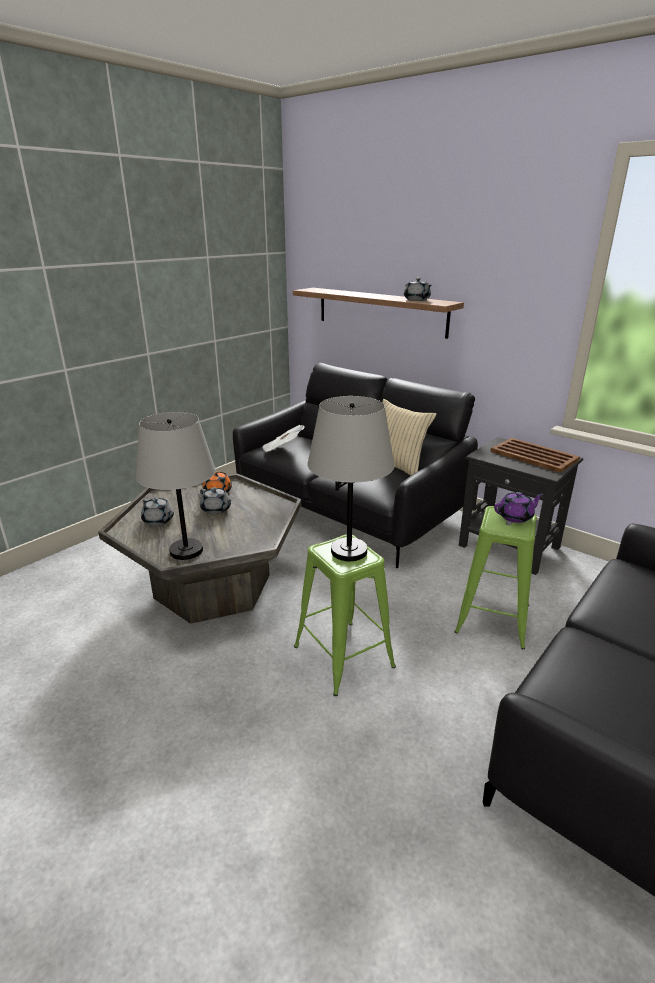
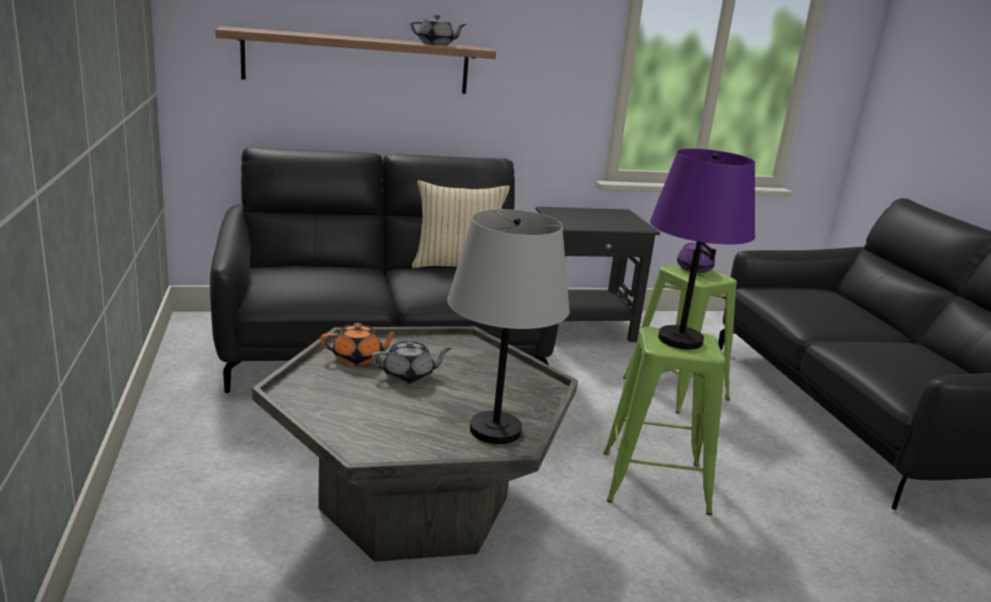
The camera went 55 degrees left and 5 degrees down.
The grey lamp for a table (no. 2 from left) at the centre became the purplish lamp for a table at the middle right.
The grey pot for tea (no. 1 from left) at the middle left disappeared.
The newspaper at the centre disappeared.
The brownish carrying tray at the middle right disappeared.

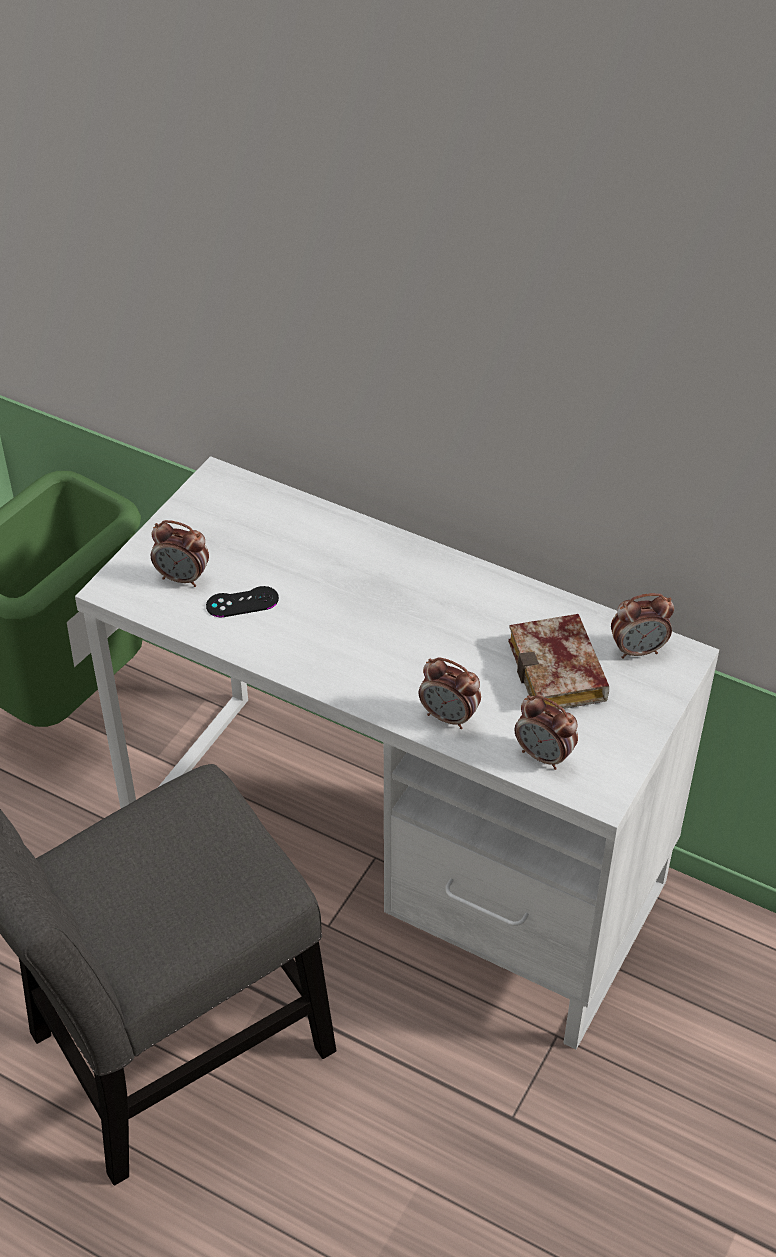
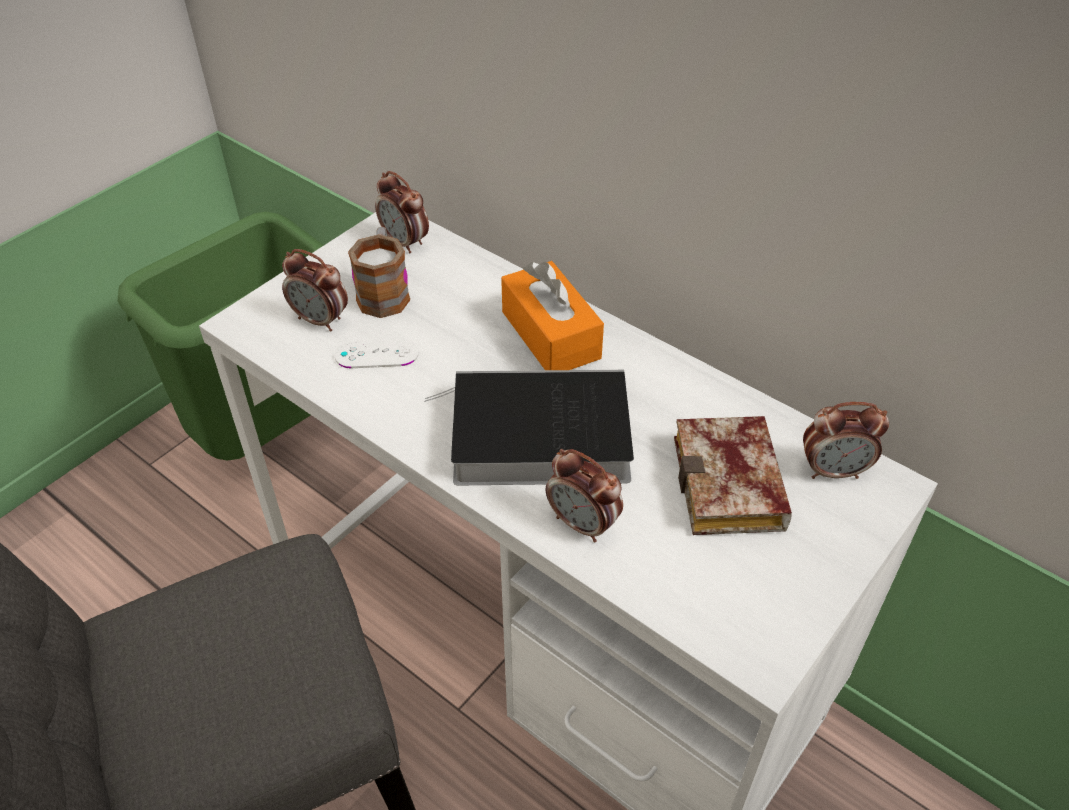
The camera went 10 degrees right and 0 degrees up.
The black joypad at the middle left became the white-coloured joypad at the centre.
The tea mug at the centre appeared.
The table clock (no. 3 from left in the first image) moved from the middle right to the top centre.
The bound book (no. 1 from left) at the centre appeared.
The orangey box of tissues at the centre appeared.

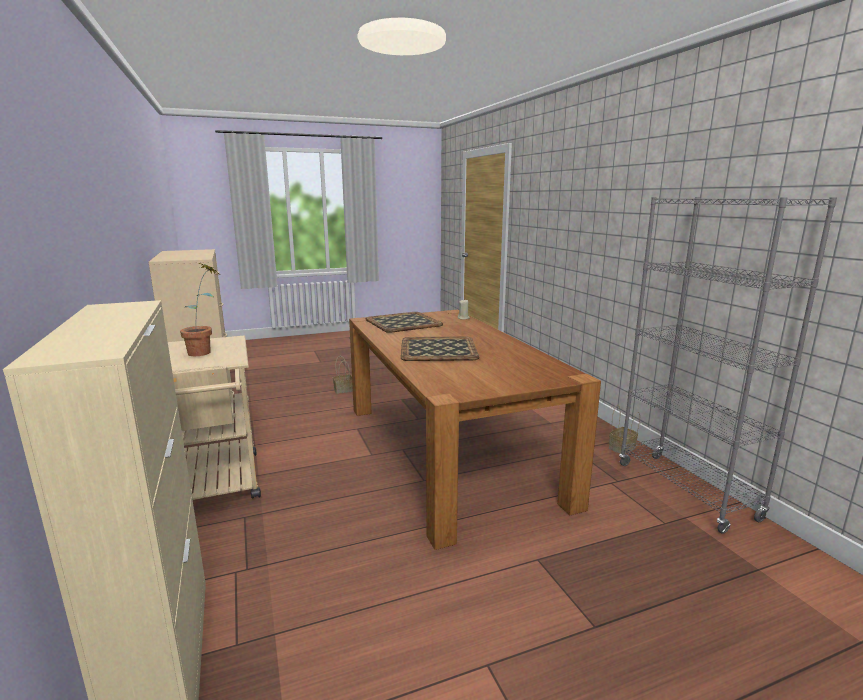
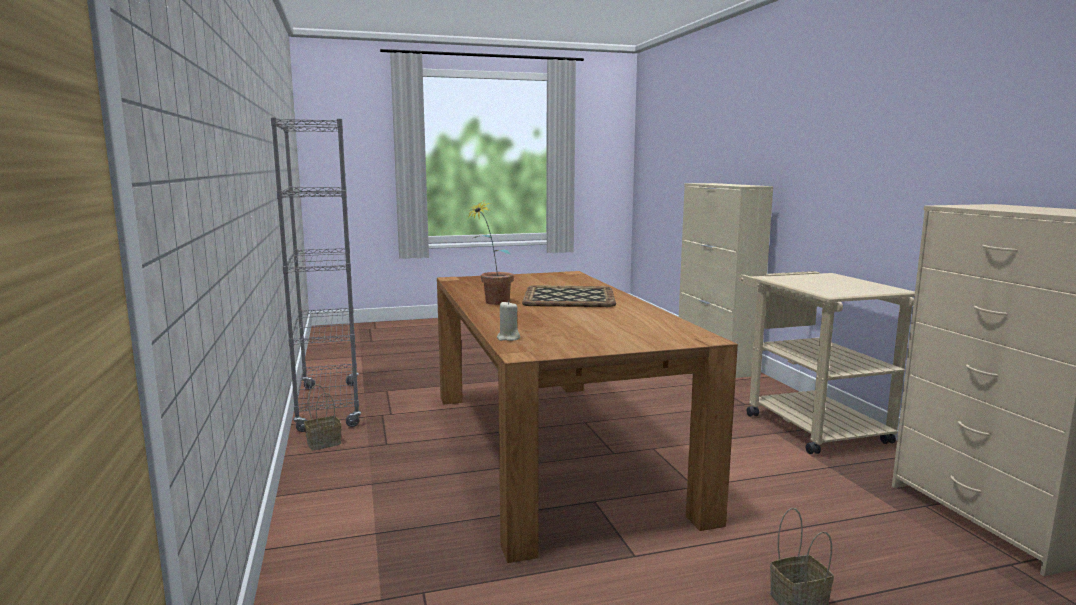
The camera went 175 degrees left and 5 degrees down.
The plant in a pot moved from the middle left to the centre.
The carrying tray (no. 1 from left) at the centre disappeared.

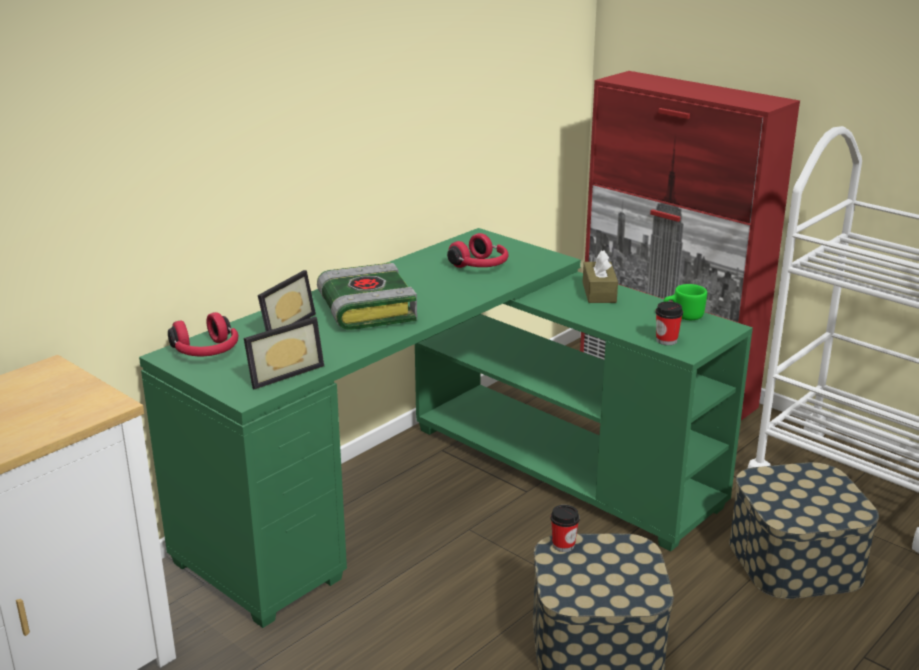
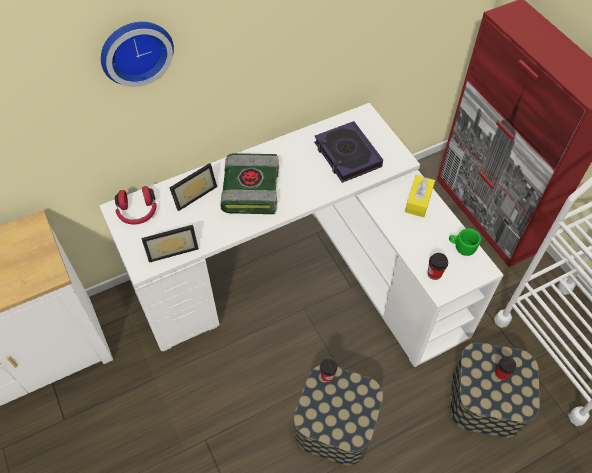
The camera went 20 degrees right and 30 degrees up.
The green-coloured desk unit at the centre became the white-coloured desk unit at the centre.
The hanging clock at the top left appeared.
The red headset (no. 2 from left) at the centre was replaced by the bound book (no. 2 from left) at the top centre.
The brownish box of tissues at the centre became the yellow box of tissues at the middle right.
The cup (no. 3 from left) at the bottom right appeared.

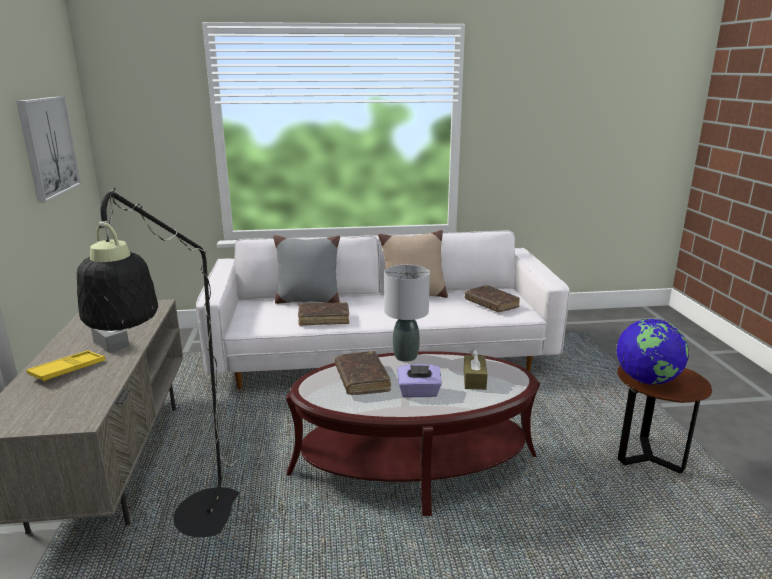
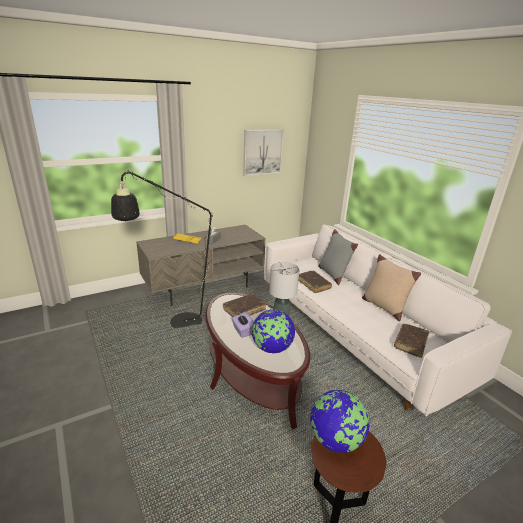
The camera went 65 degrees right and 5 degrees up.
The brownish box of tissues at the centre was replaced by the globe (no. 1 from left) at the centre.

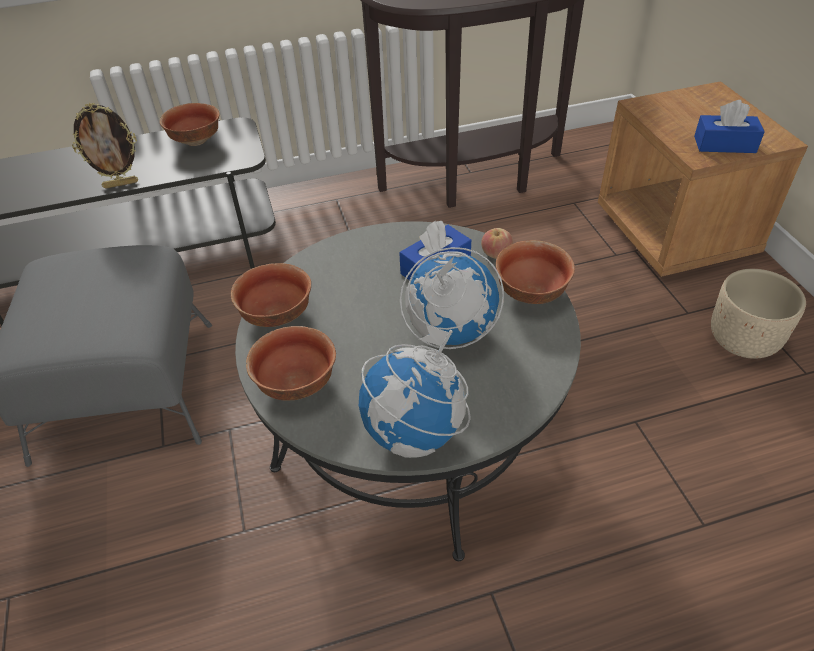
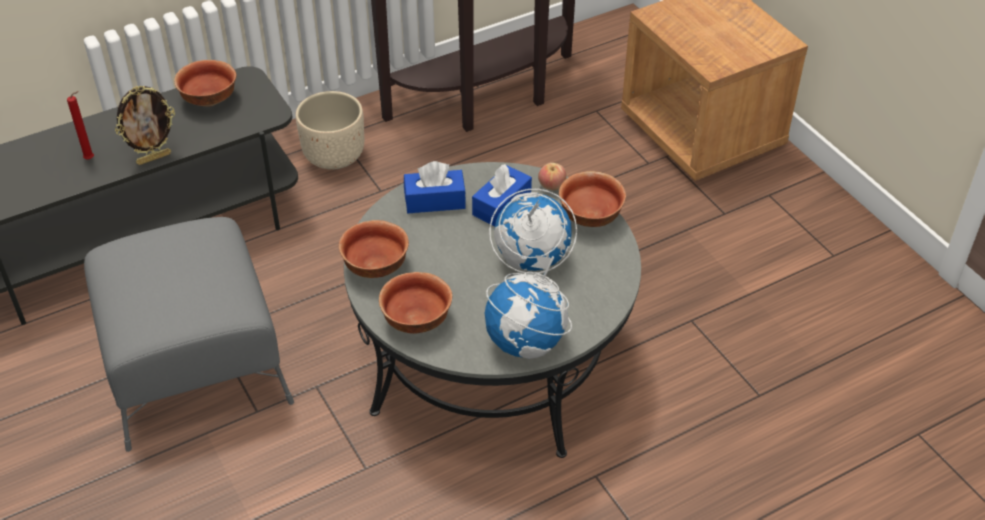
The camera went 15 degrees left and 0 degrees up.
The red wax candle at the top left appeared.
The beige-coloured flower pot moved from the middle right to the top centre.
The blue box of tissues (no. 2 from left in the first image) moved from the top right to the centre.

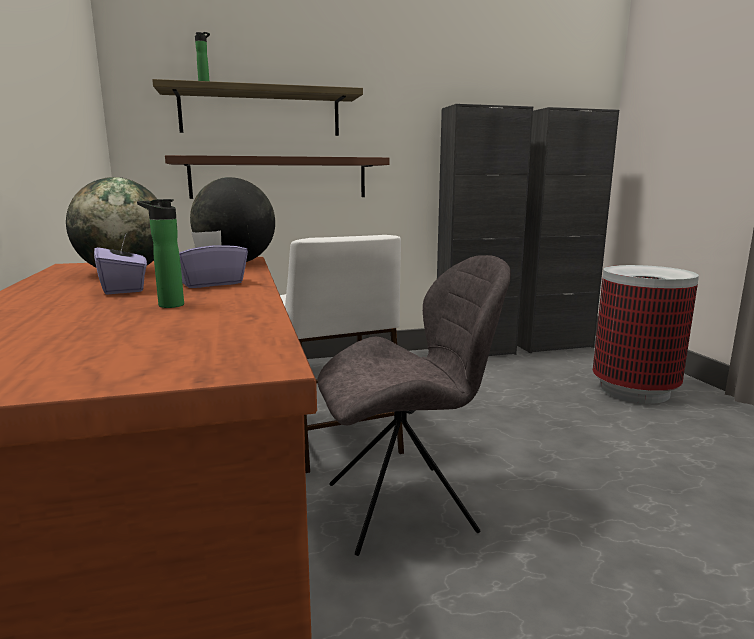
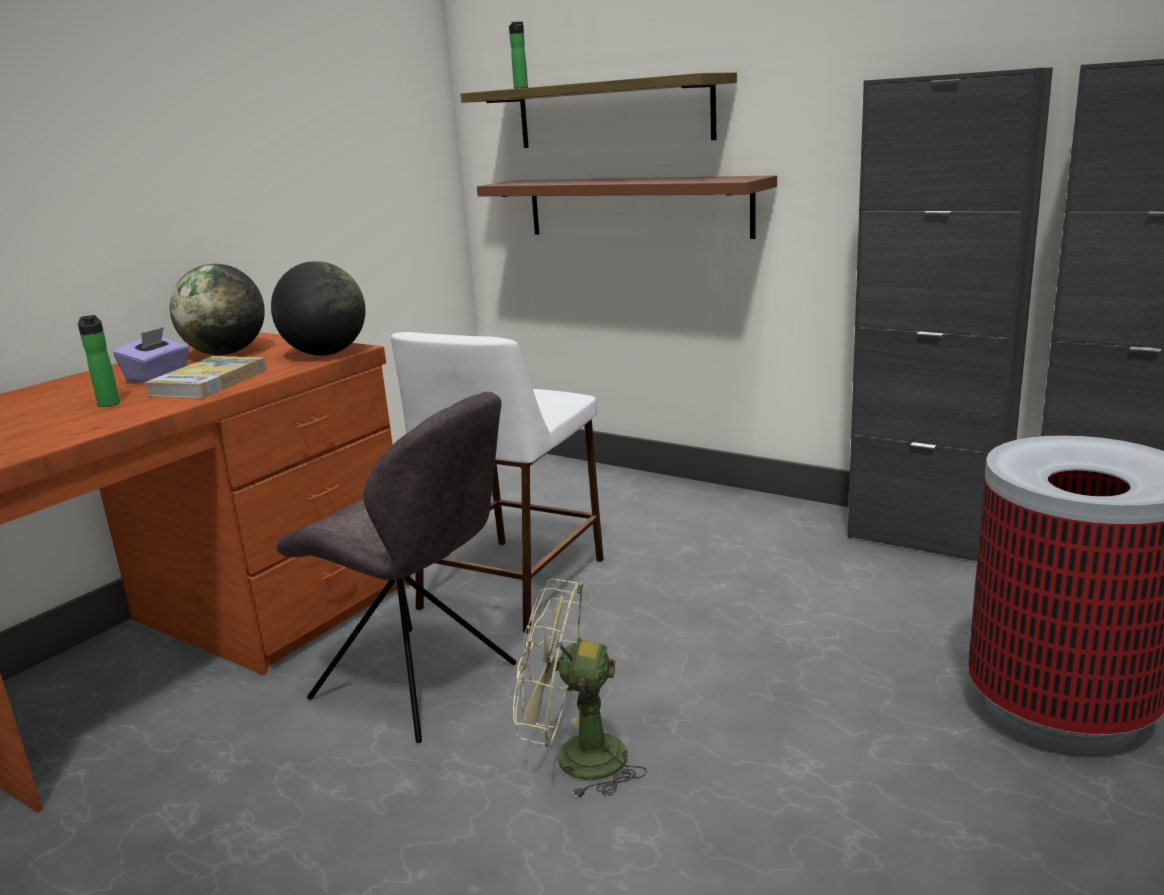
The camera went 50 degrees right and 5 degrees up.
The purplish box of tissues (no. 2 from left) at the middle left was replaced by the bound book at the middle left.
The green-coloured electric fan at the bottom centre appeared.

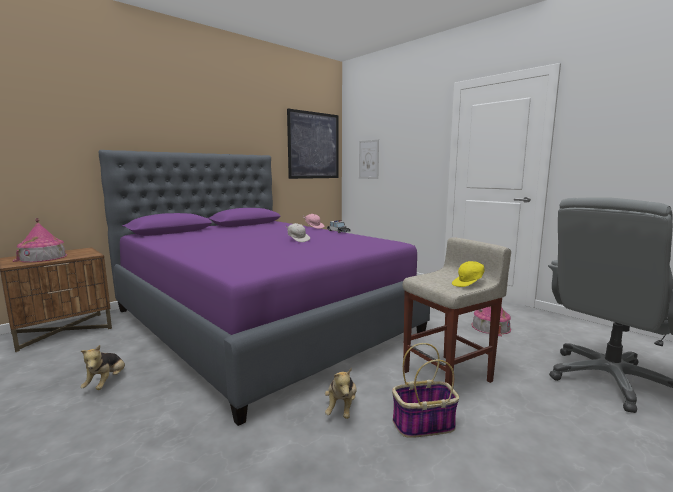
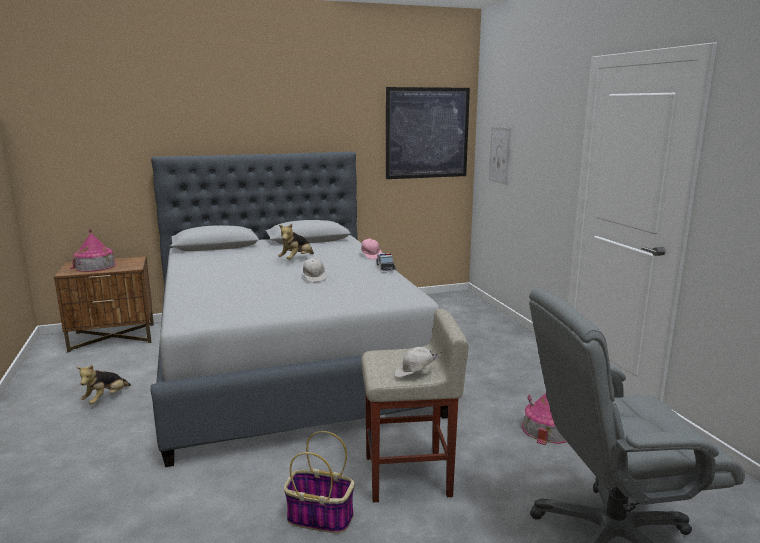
The camera went 25 degrees right and 5 degrees up.
The purplish bed at the centre became the grey bed at the centre.
The cuddly toy (no. 2 from left) moved from the bottom centre to the centre.
The yellow cap at the middle right became the white-coloured cap (no. 2 from left) at the bottom centre.

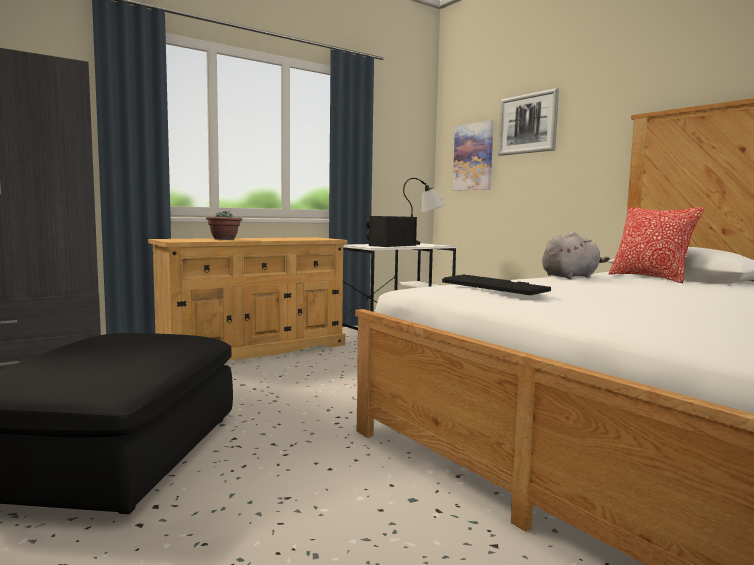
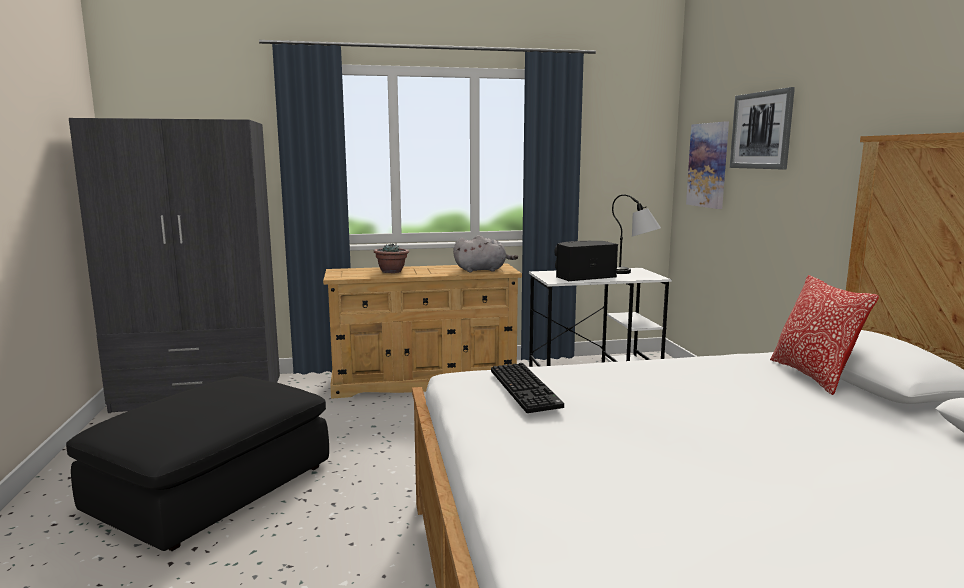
The camera went 25 degrees right and 5 degrees up.
The grey cuddly toy moved from the middle right to the centre.

